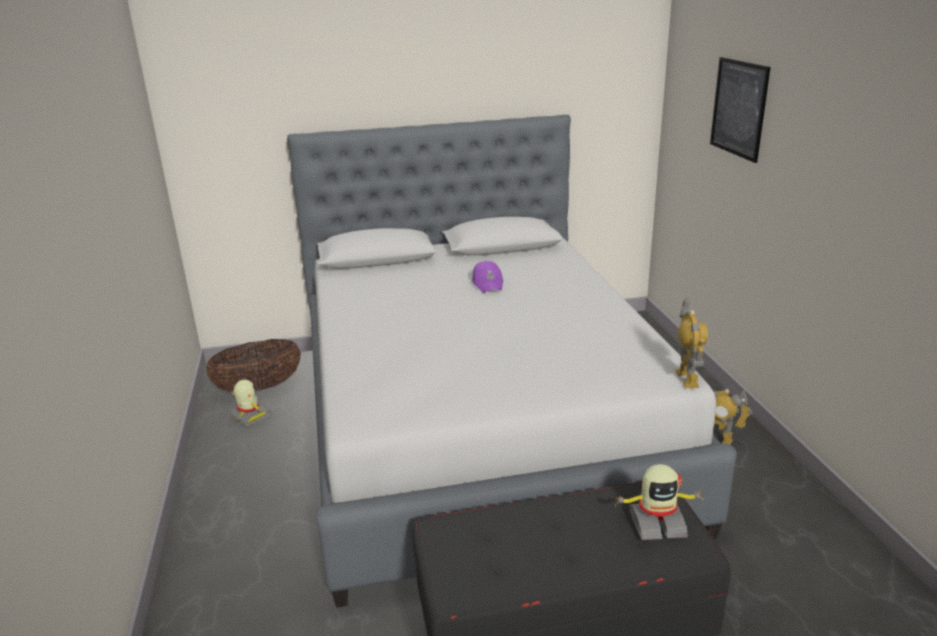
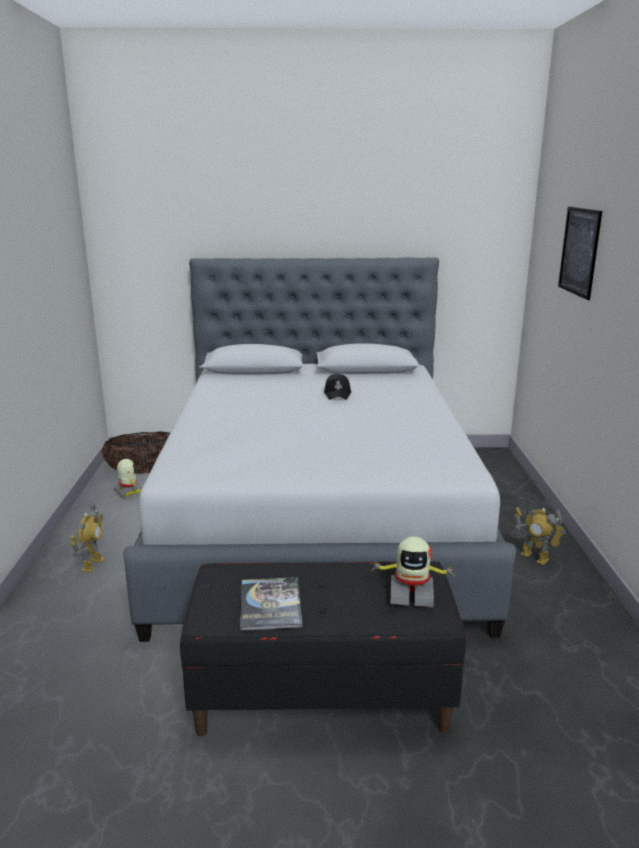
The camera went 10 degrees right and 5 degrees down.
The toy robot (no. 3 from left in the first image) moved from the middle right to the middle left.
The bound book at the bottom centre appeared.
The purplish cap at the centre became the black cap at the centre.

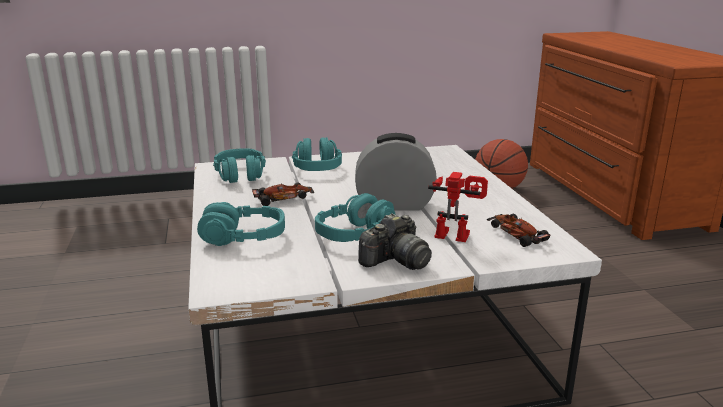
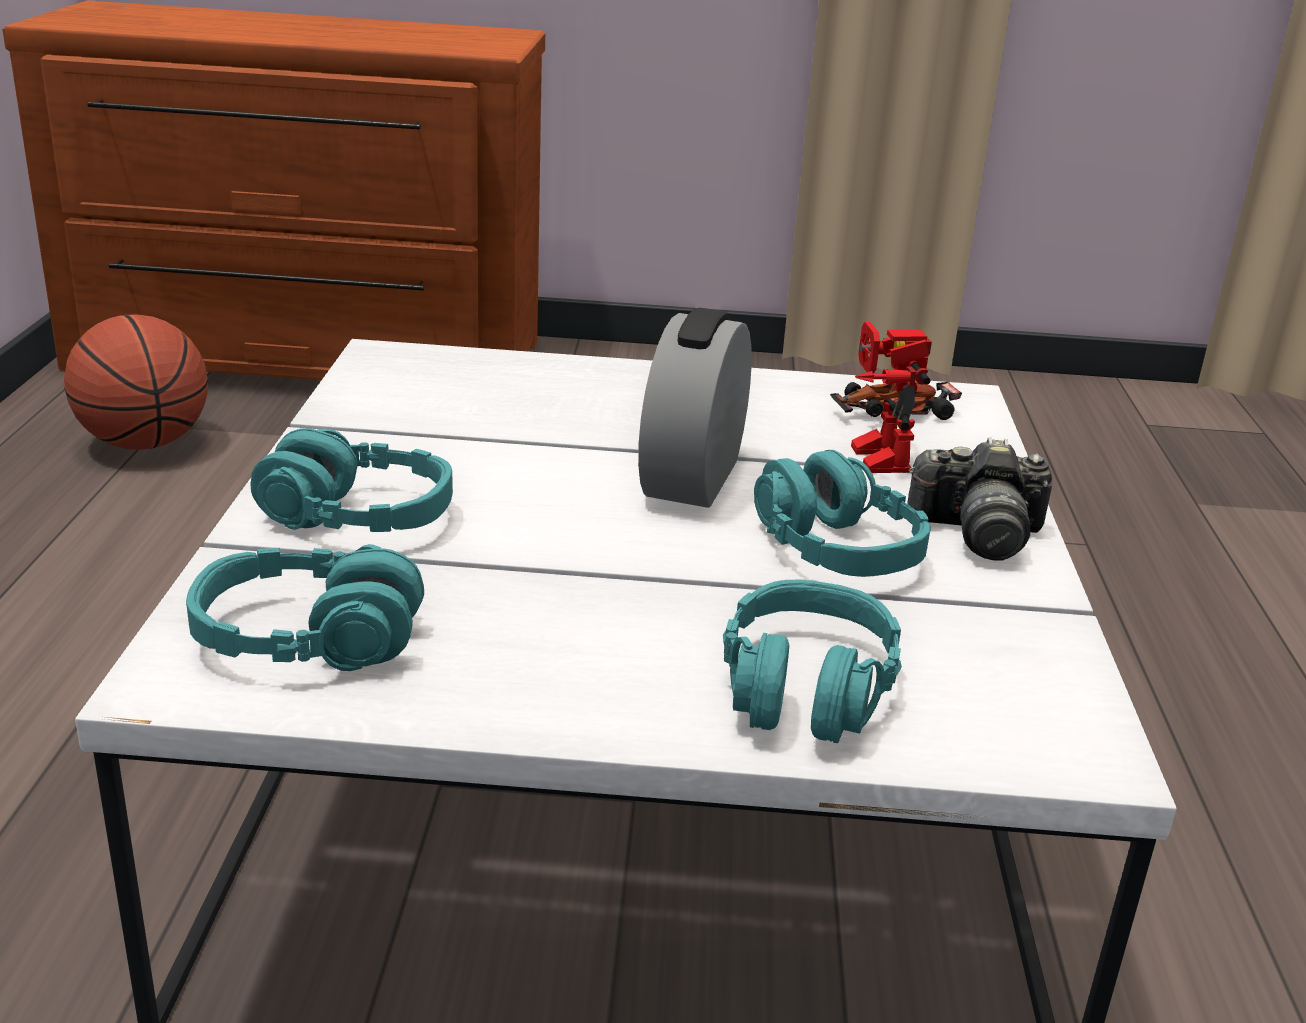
The camera went 75 degrees left and 5 degrees up.
The toy robot at the centre turned 45 degrees counterclockwise.
The photo camera at the centre turned 120 degrees clockwise.
The miniature car (no. 1 from left) at the centre disappeared.

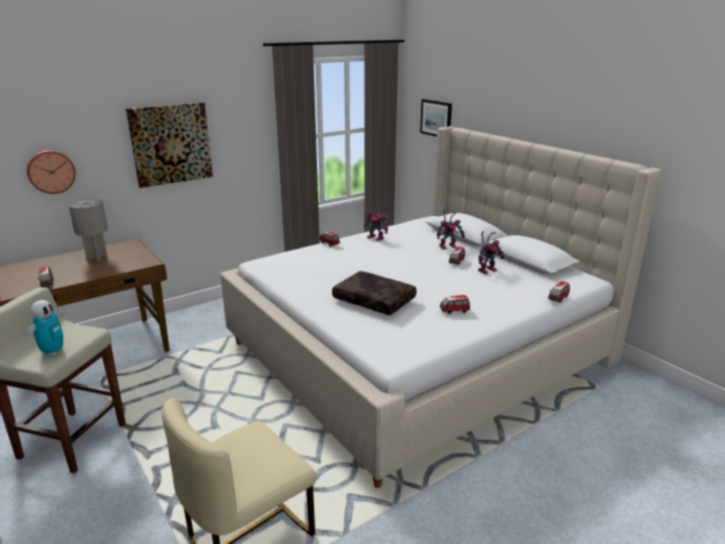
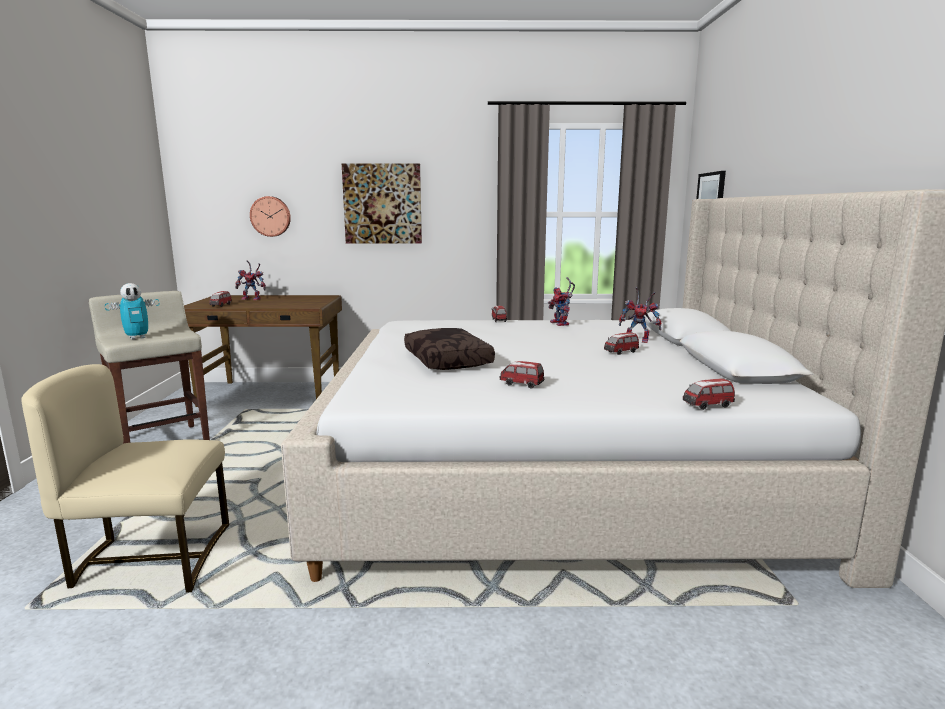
The camera went 35 degrees right and 10 degrees down.
The toy robot (no. 4 from left in the first image) moved from the middle right to the middle left.
The grey lamp for a table at the middle left disappeared.

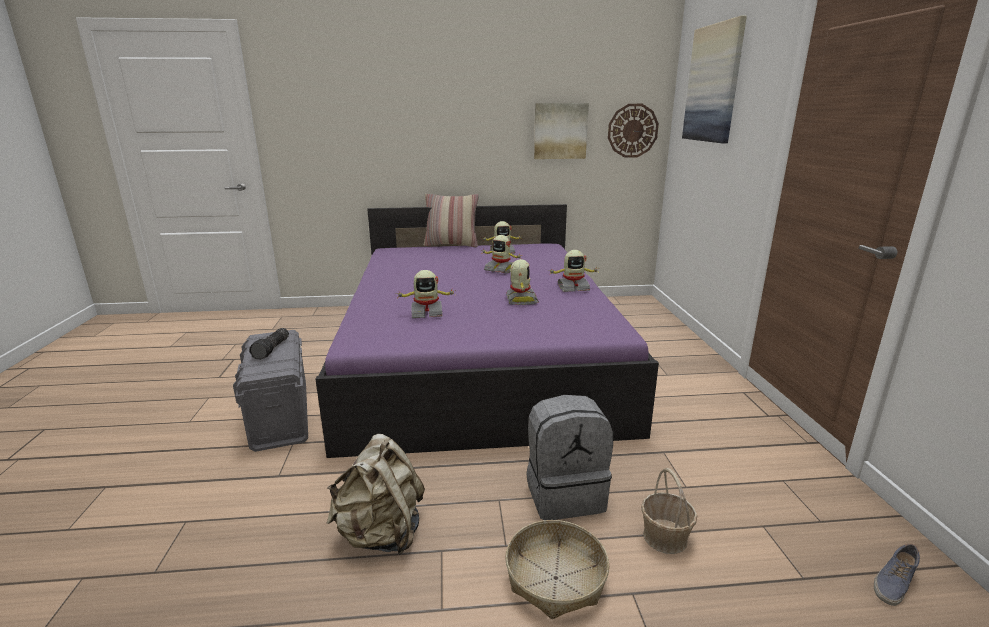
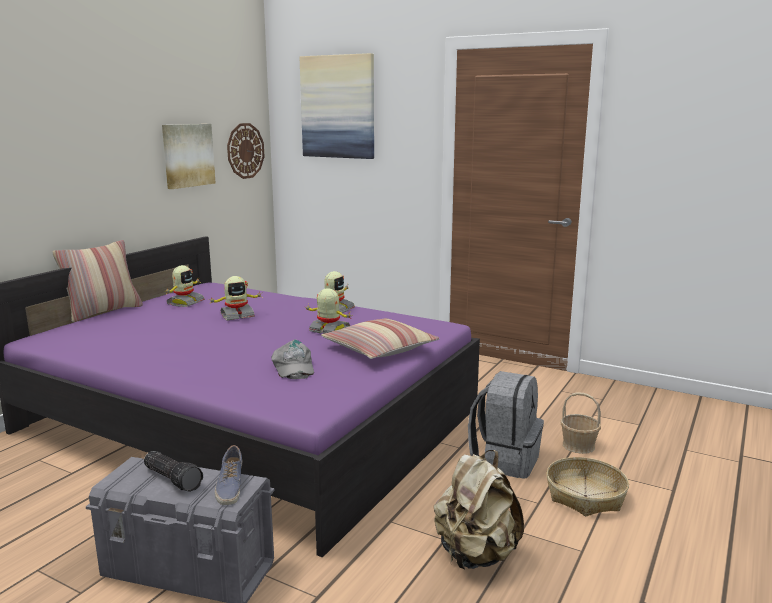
The camera went 55 degrees left and 5 degrees down.
The item of footwear moved from the bottom right to the bottom left.
The toy robot (no. 1 from left) at the centre was replaced by the grey cap at the centre.
The pillow (no. 2 from left) at the centre appeared.

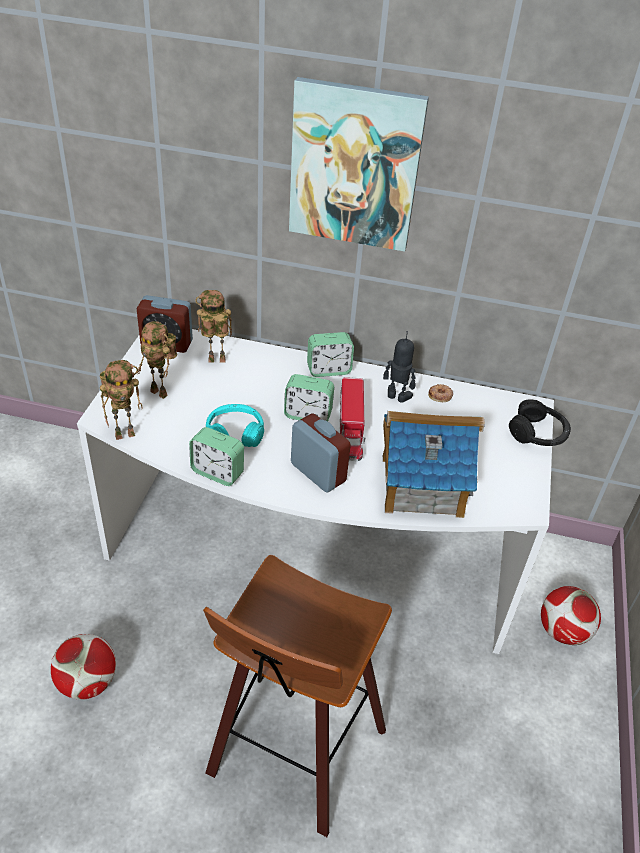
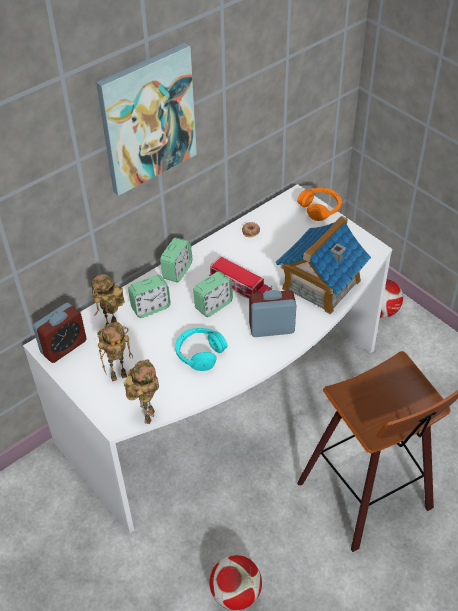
The camera went 50 degrees left and 5 degrees up.
The table clock (no. 2 from left) moved from the centre to the middle left.
The black headset at the middle right became the orangey headset at the middle right.
The toy robot (no. 4 from left) at the centre disappeared.

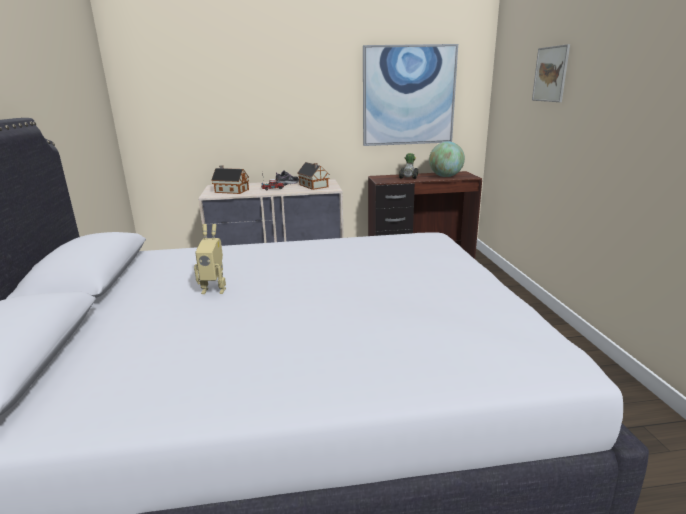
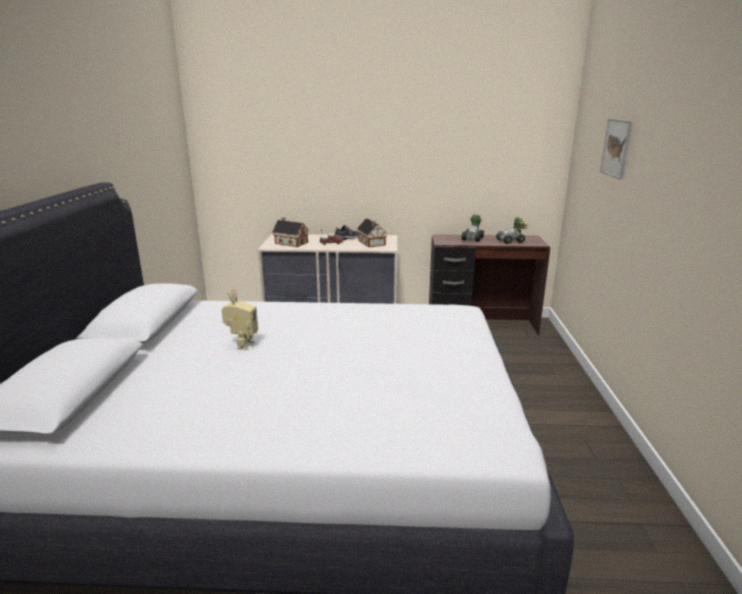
The camera went 10 degrees right and 0 degrees up.
The toy robot at the middle left turned 90 degrees counterclockwise.
The globe at the top centre was replaced by the miniature car (no. 2 from left) at the middle right.
The picture (no. 1 from left) at the top centre disappeared.

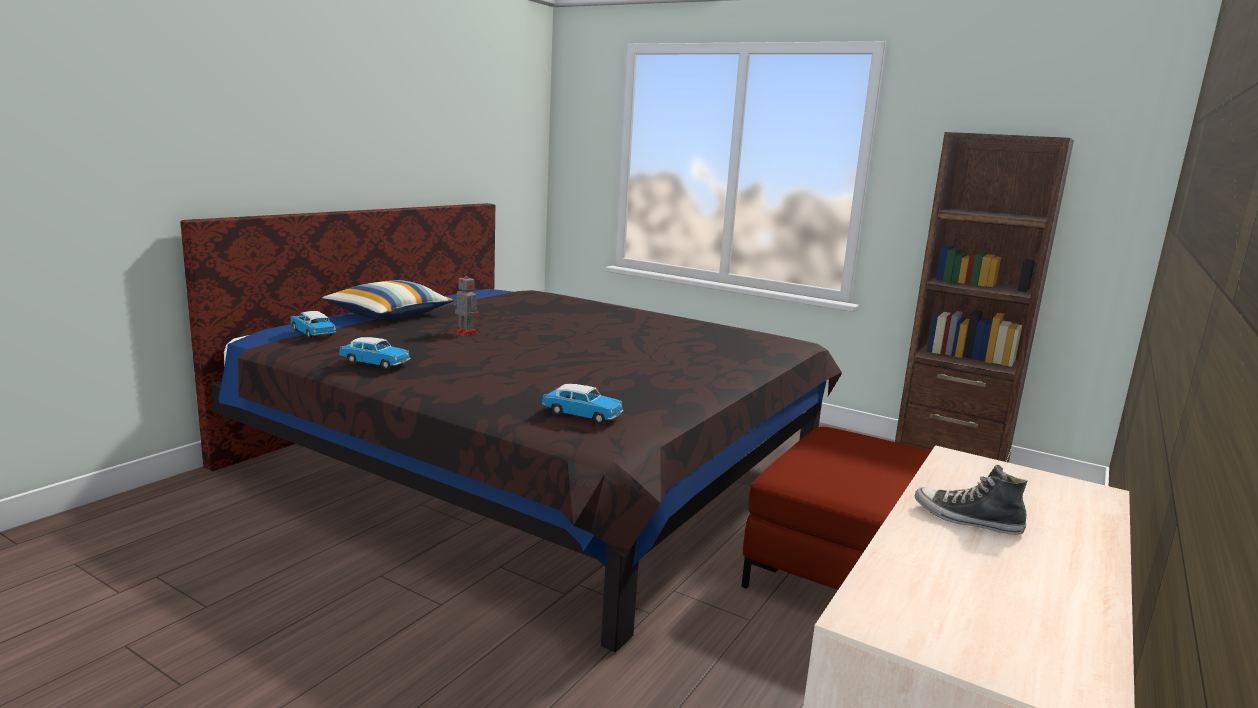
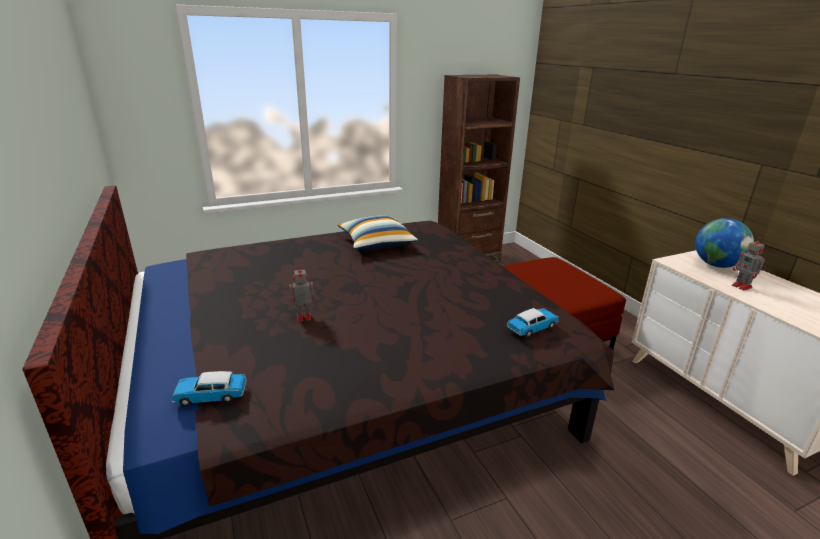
The camera went 55 degrees left and 10 degrees up.
The pillow moved from the middle left to the centre.
The globe at the middle right appeared.
The item of footwear at the bottom right was replaced by the toy robot (no. 2 from left) at the middle right.
The miniature car (no. 2 from left) at the middle left disappeared.

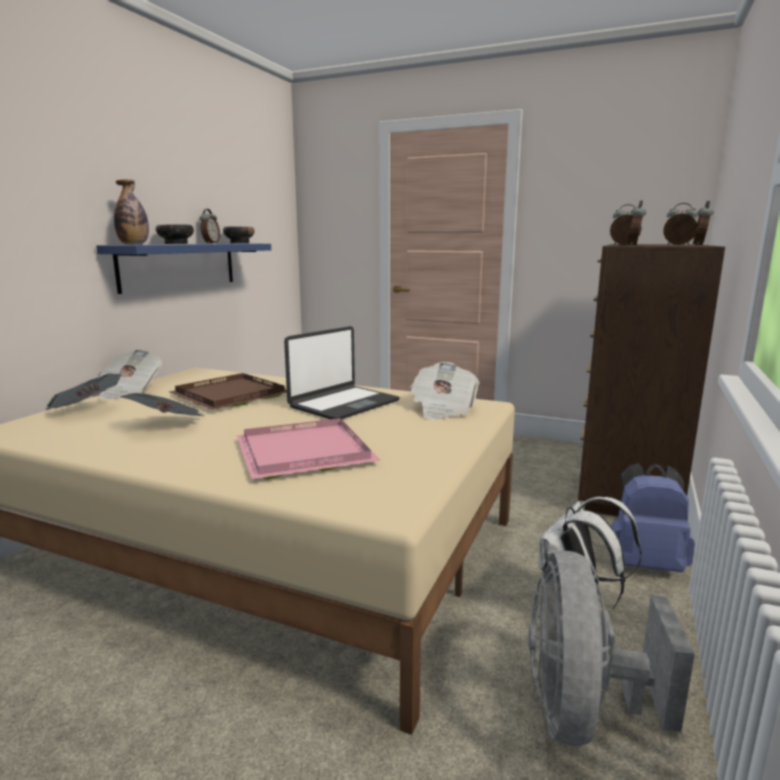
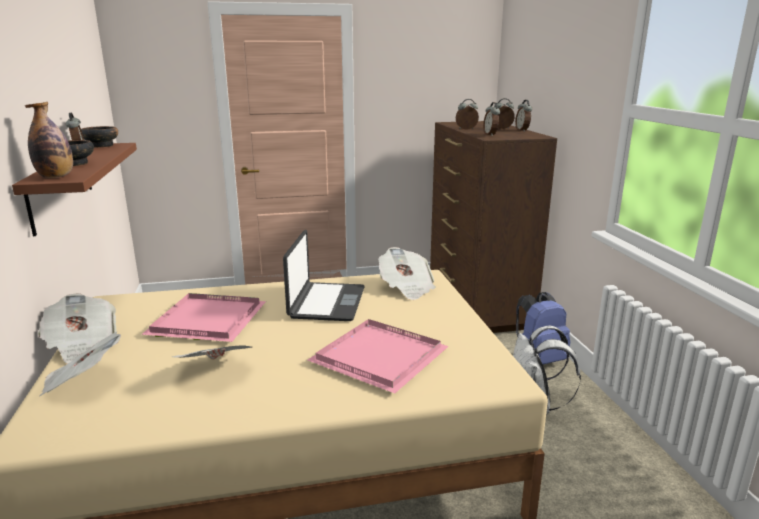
The camera went 35 degrees left and 5 degrees up.
The blue shelf at the middle left became the brownish shelf at the middle left.
The brownish carrying tray at the middle left became the pink carrying tray (no. 1 from left) at the middle left.
The grey electric fan at the bottom right disappeared.

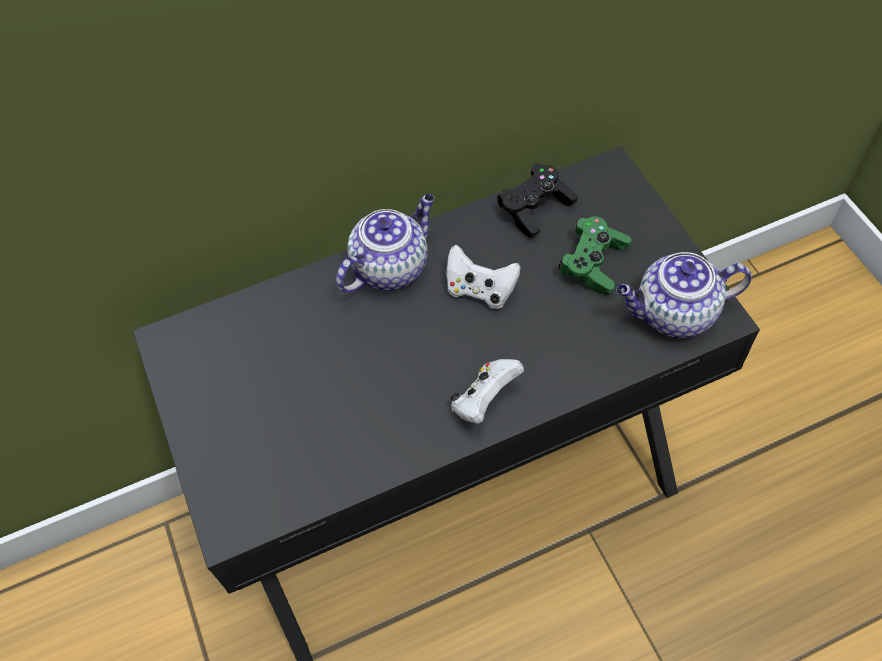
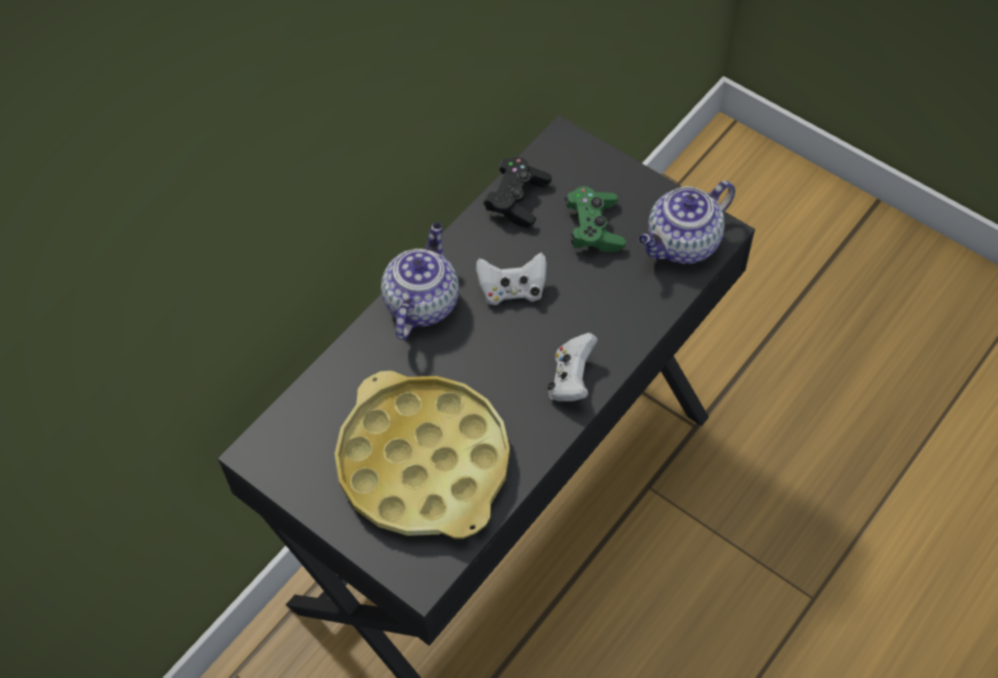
The camera went 30 degrees left and 0 degrees up.
The yellow carrying tray at the bottom centre appeared.

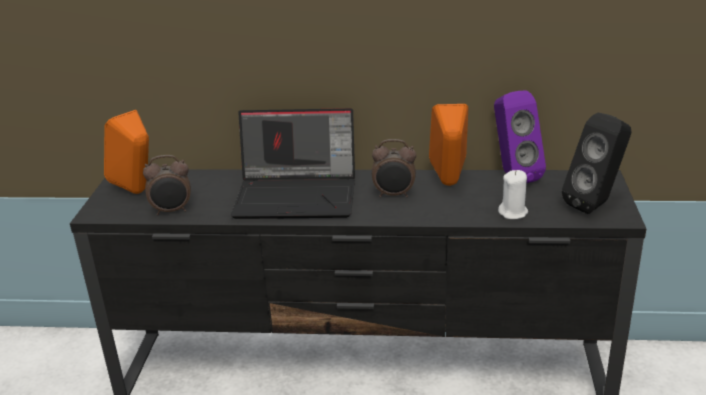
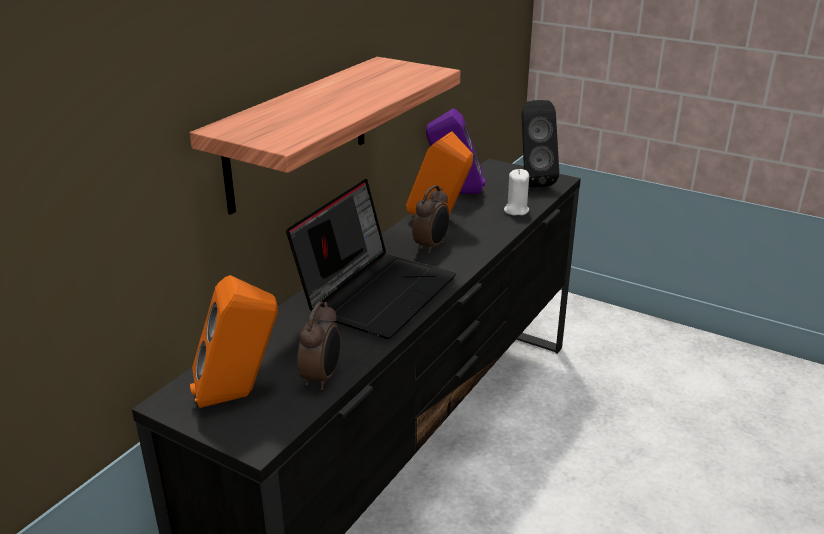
The camera went 65 degrees left and 0 degrees up.
The shelf at the top centre appeared.

